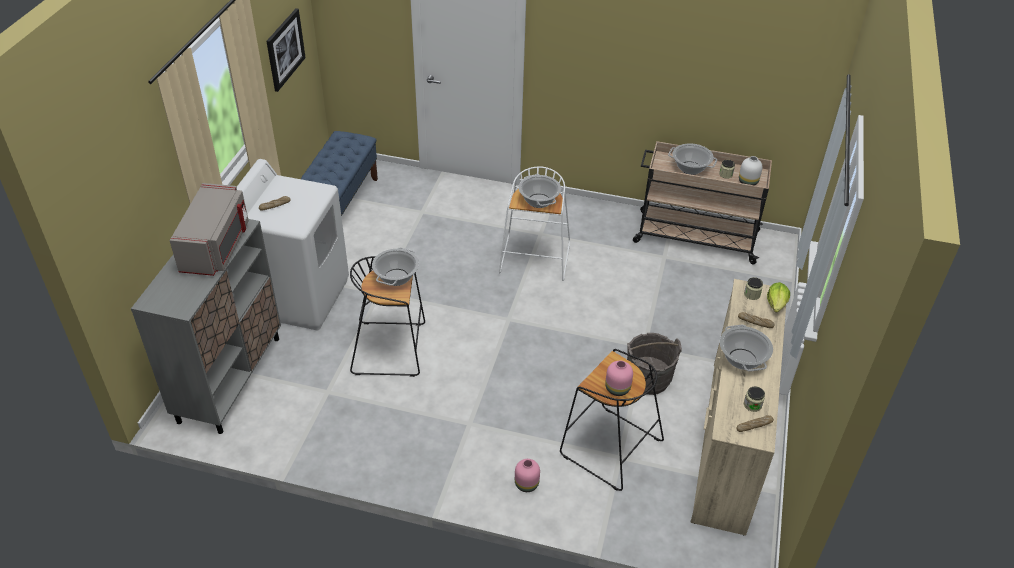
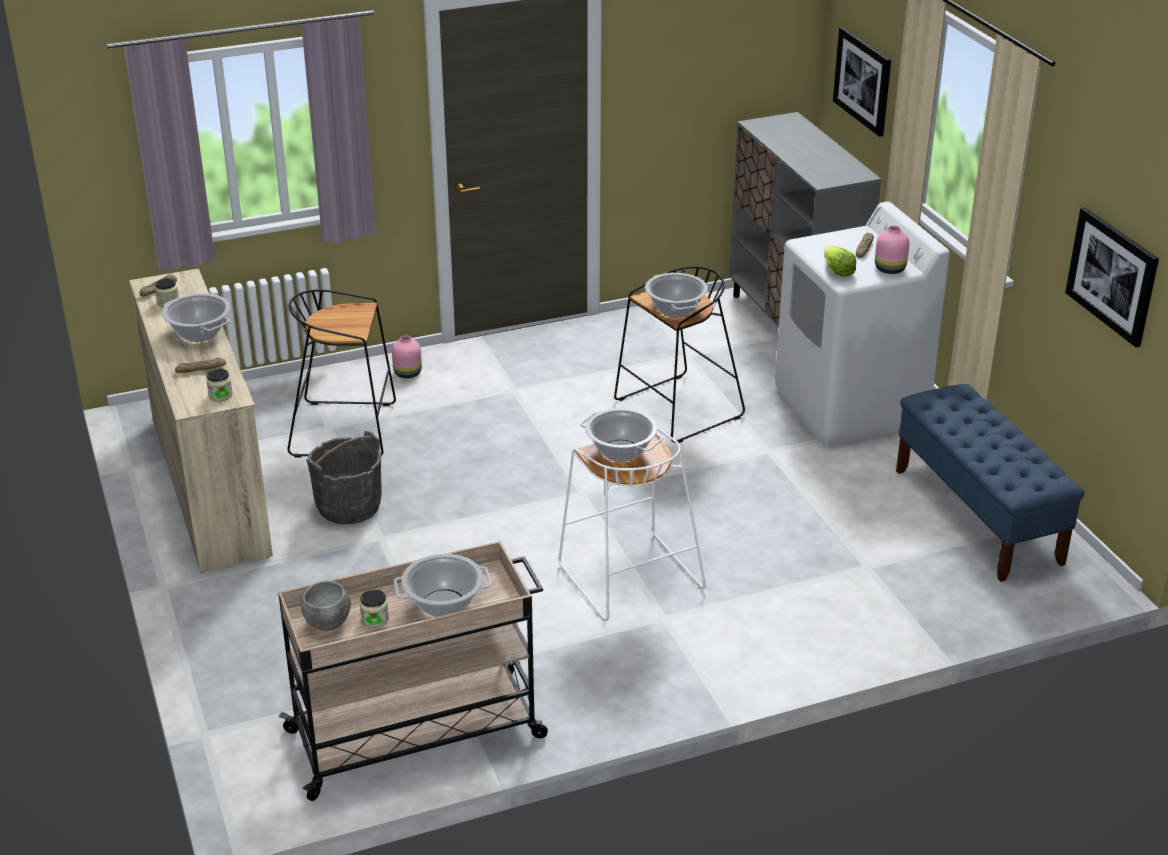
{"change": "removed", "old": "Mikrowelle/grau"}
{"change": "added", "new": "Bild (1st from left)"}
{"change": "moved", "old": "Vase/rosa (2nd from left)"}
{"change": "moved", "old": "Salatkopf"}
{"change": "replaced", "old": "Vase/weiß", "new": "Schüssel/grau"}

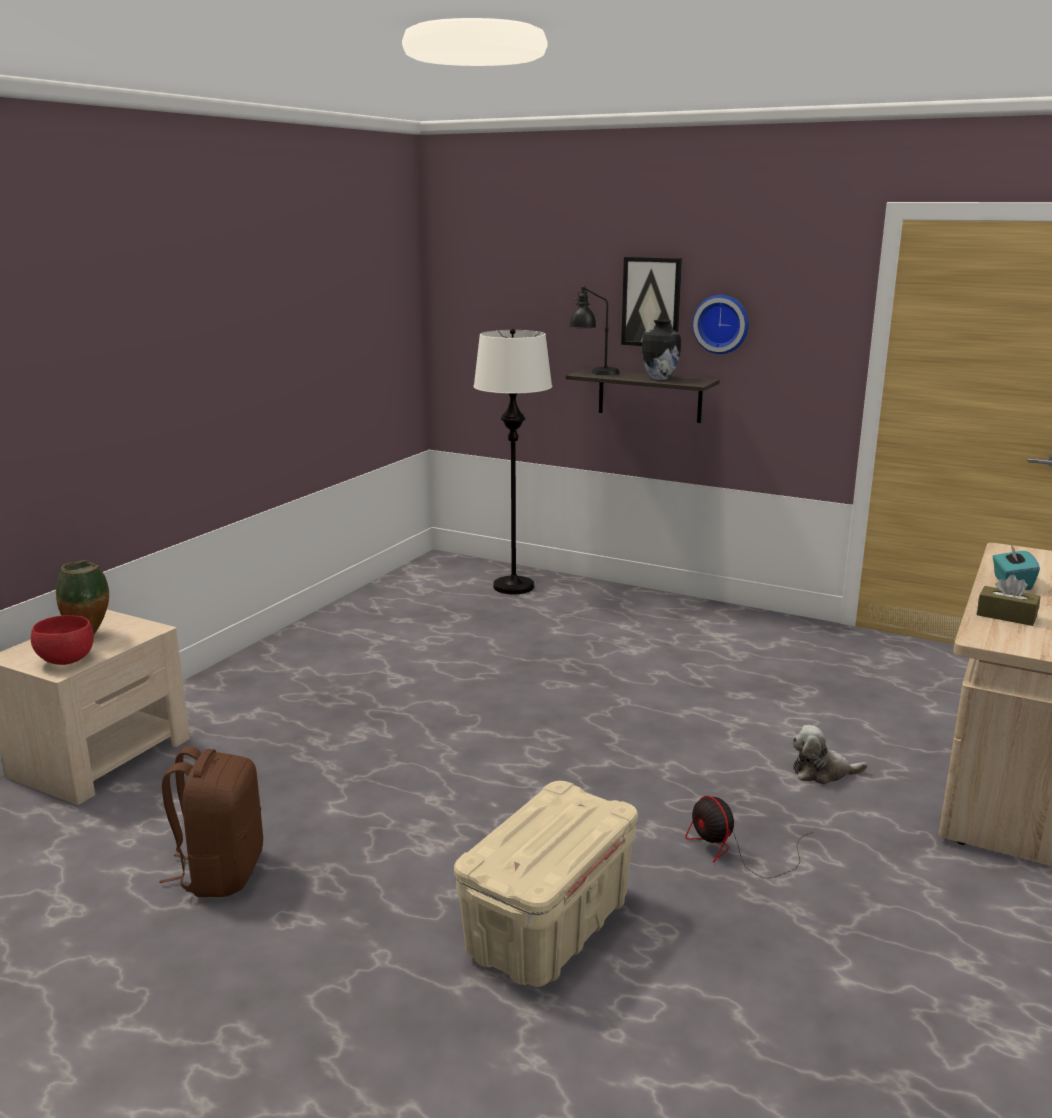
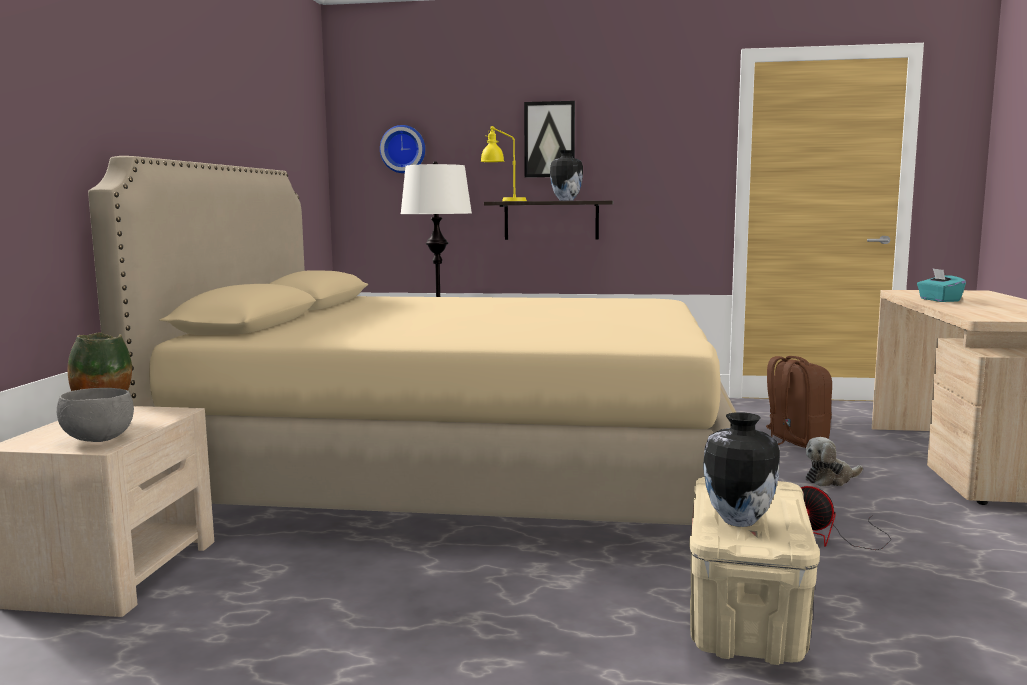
{"change": "removed", "old": "Taschentuchbox/braun"}
{"change": "added", "new": "Bett/beige"}
{"change": "added", "new": "Vase (3rd from left)"}
{"change": "moved", "old": "Rucksack/braun"}
{"change": "moved", "old": "Wanduhr"}
{"change": "recoloured", "old": "Schüssel/rot", "new": "Schüssel/grau"}
{"change": "recoloured", "old": "Tischlampe/schwarz", "new": "Tischlampe/gelb"}

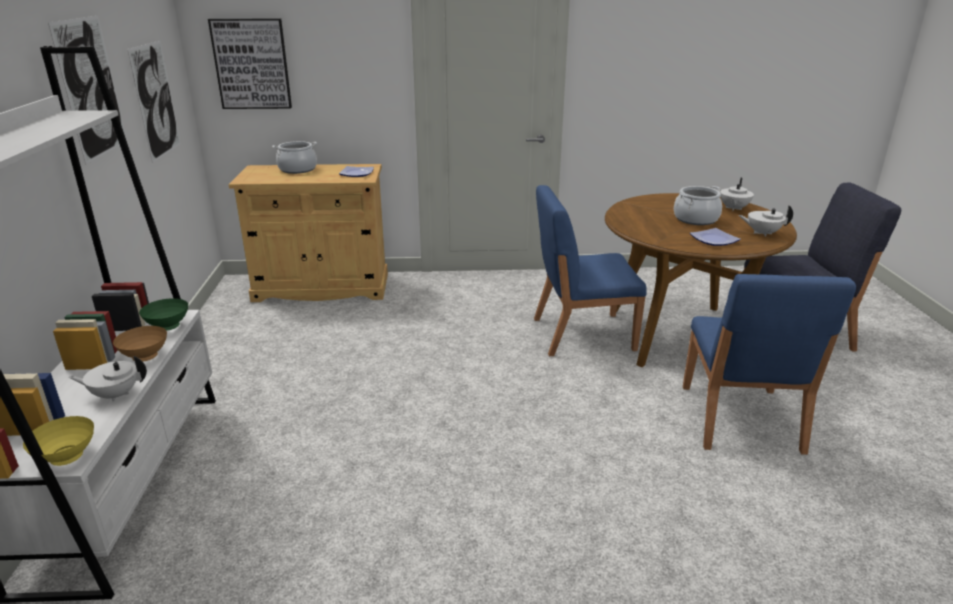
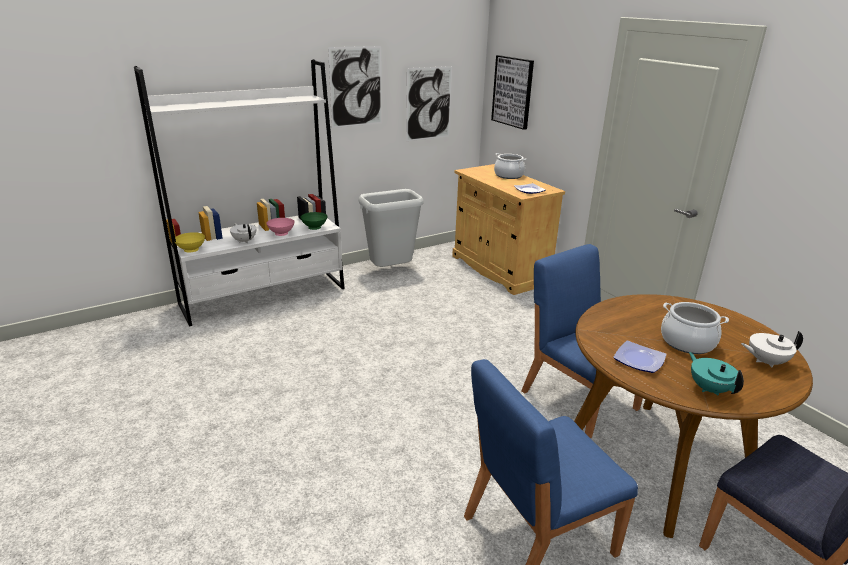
{"change": "added", "new": "Mülleimer/grau"}
{"change": "recoloured", "old": "Schüssel/braun", "new": "Schüssel/rosa"}
{"change": "recoloured", "old": "Teekanne/weiß (3rd from left)", "new": "Teekanne/türkis"}

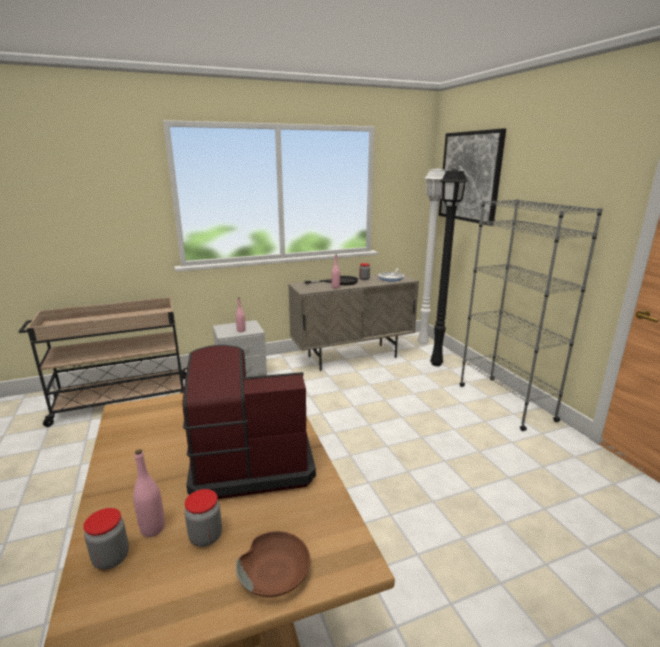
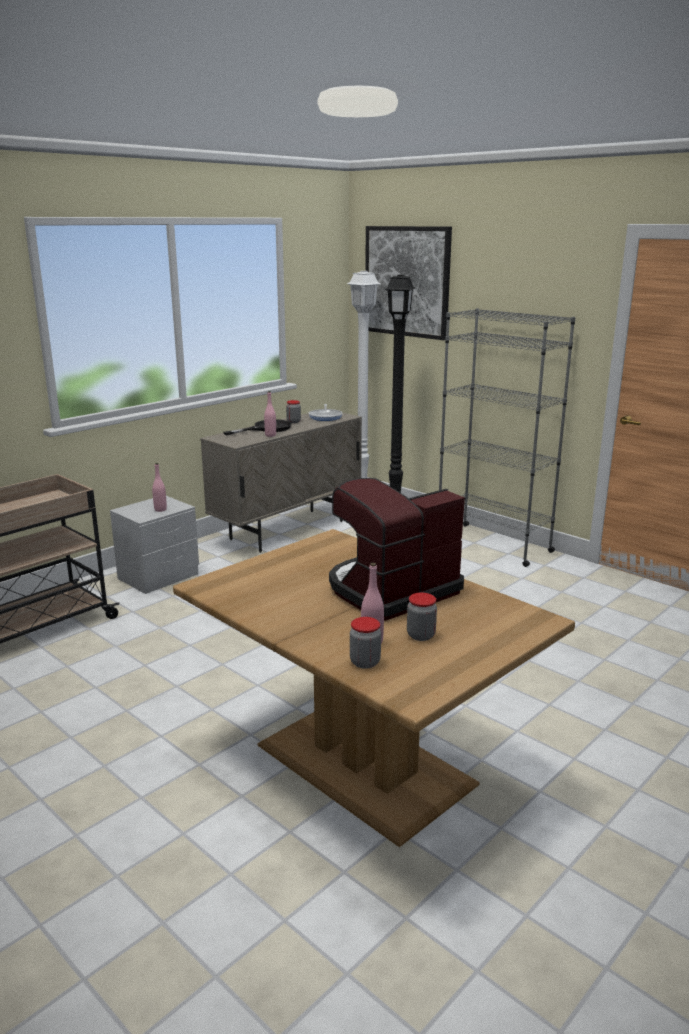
{"change": "removed", "old": "Schüssel/braun"}

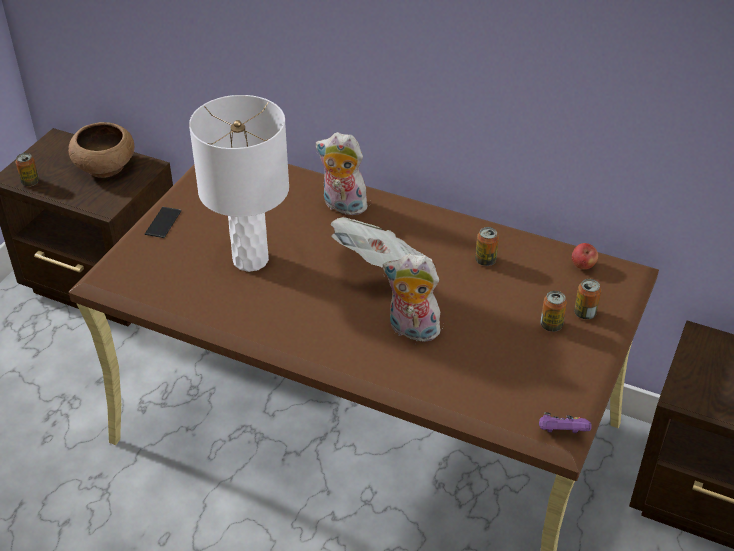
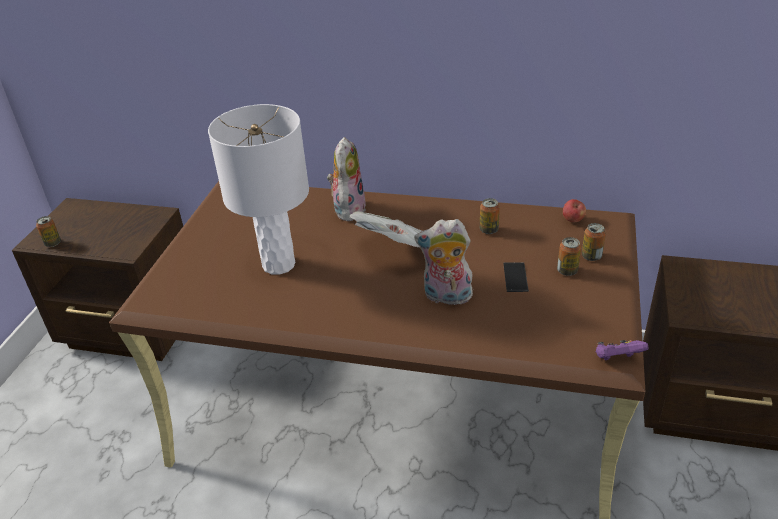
{"change": "removed", "old": "Schüssel/braun"}
{"change": "moved", "old": "Handy"}
{"change": "turned", "old": "Plüschtier (1st from left)", "degrees": 90}

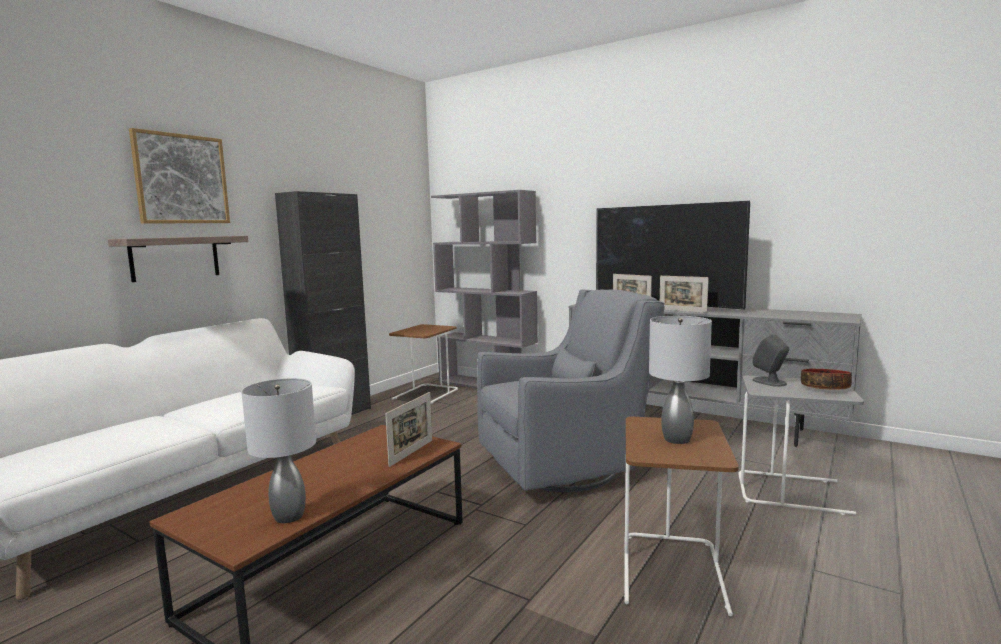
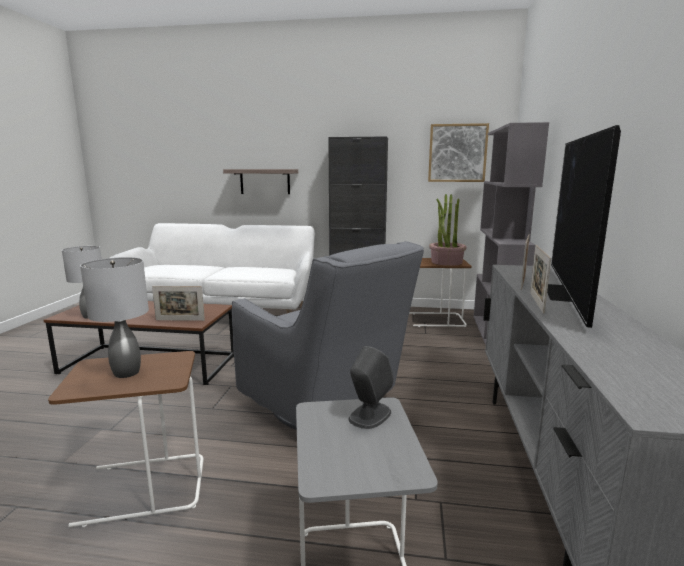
{"change": "removed", "old": "Schüssel"}
{"change": "added", "new": "Topfpflanze"}
{"change": "moved", "old": "Bild"}

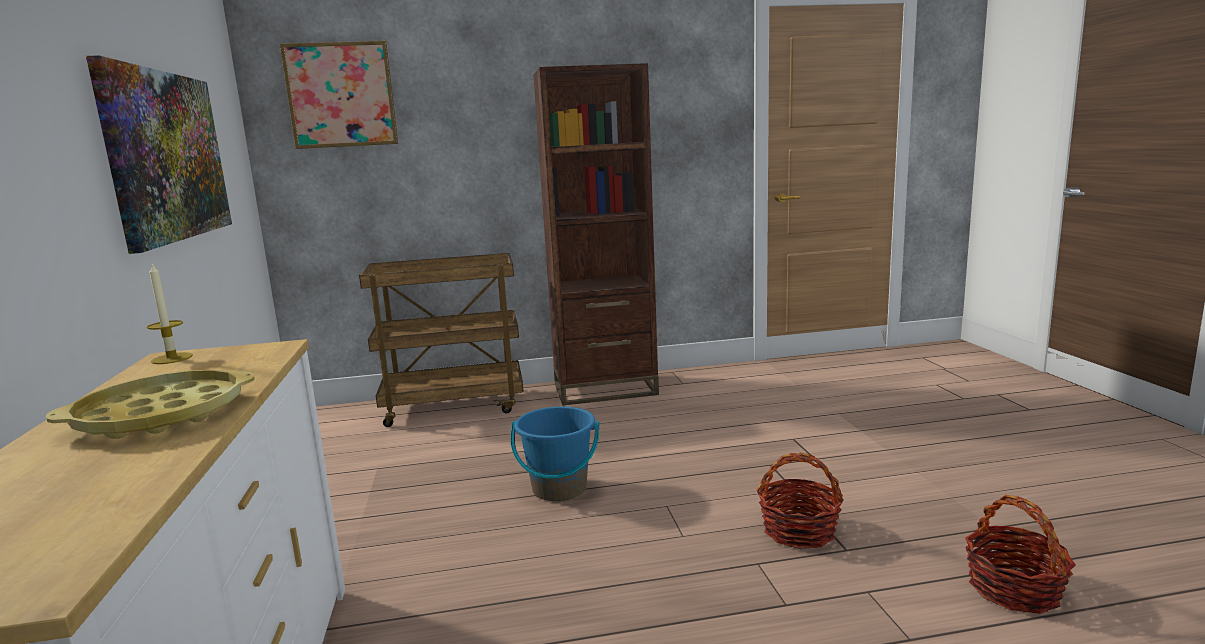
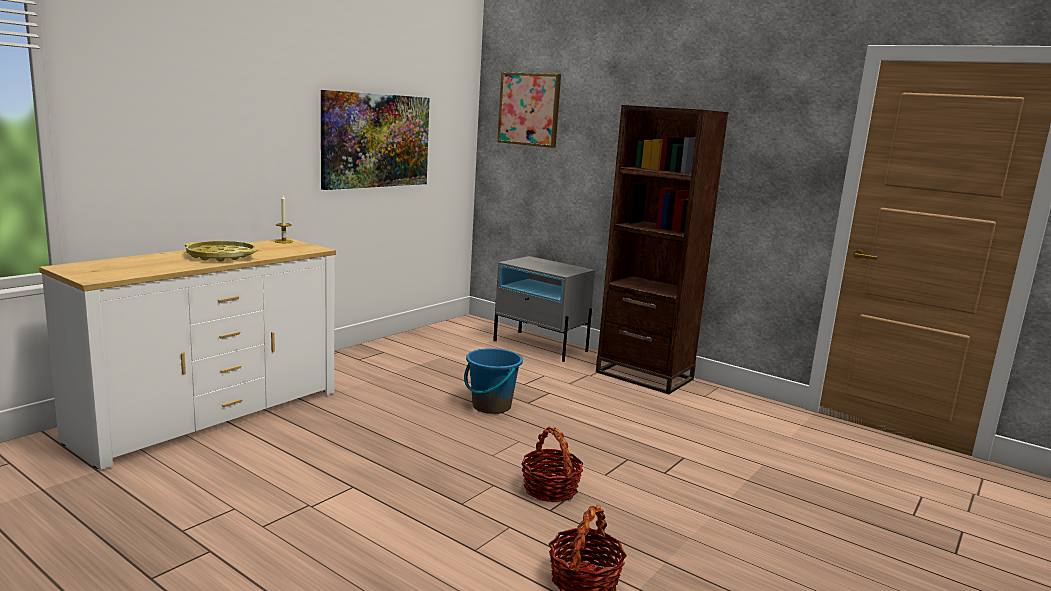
{"change": "replaced", "old": "Rollwagen/braun", "new": "Nachttisch/grau"}

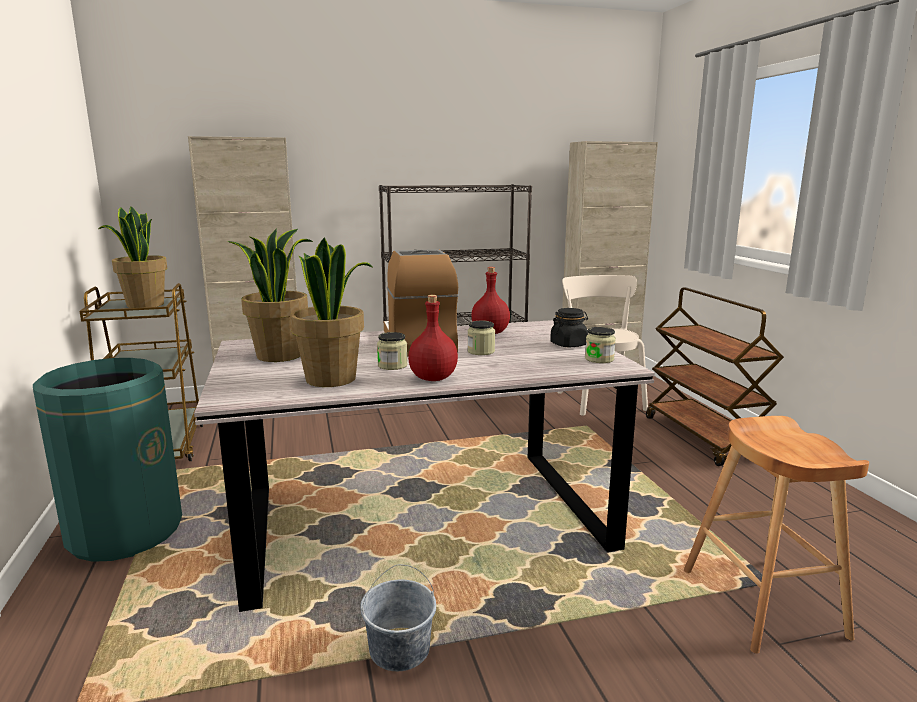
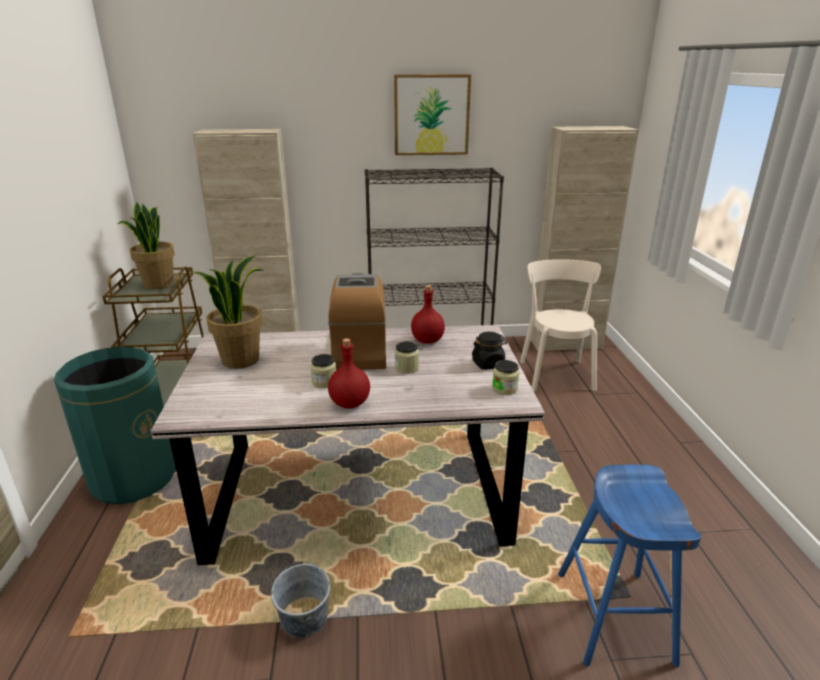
{"change": "removed", "old": "Topfpflanze (3rd from left)"}
{"change": "removed", "old": "Rollwagen/braun (2nd from left)"}
{"change": "added", "new": "Bild"}
{"change": "recoloured", "old": "Hocker/braun", "new": "Hocker/blau"}

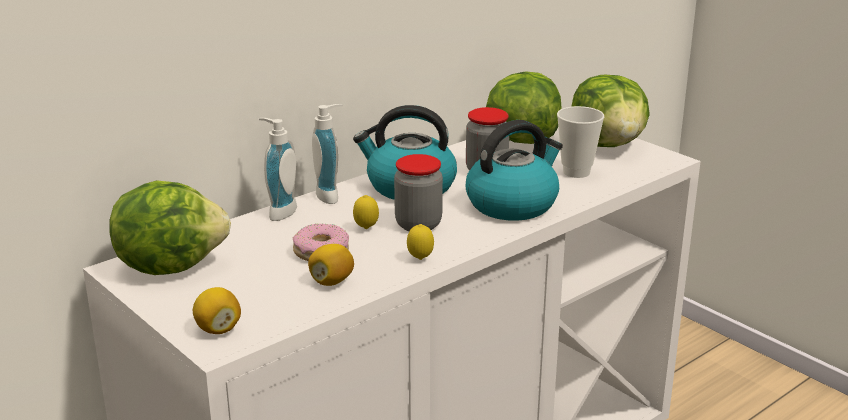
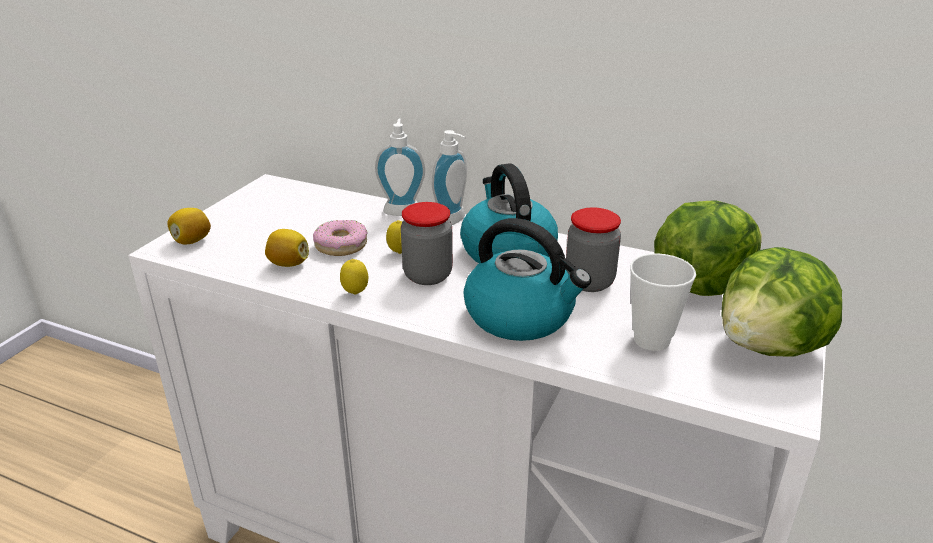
{"change": "removed", "old": "Salatkopf (1st from left)"}

